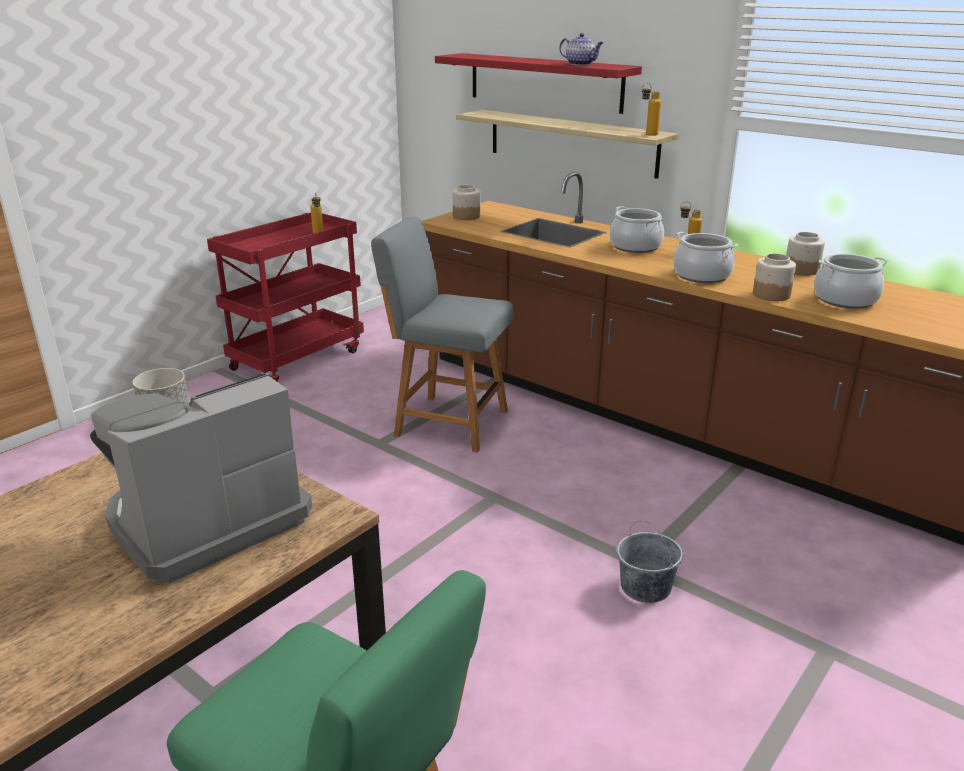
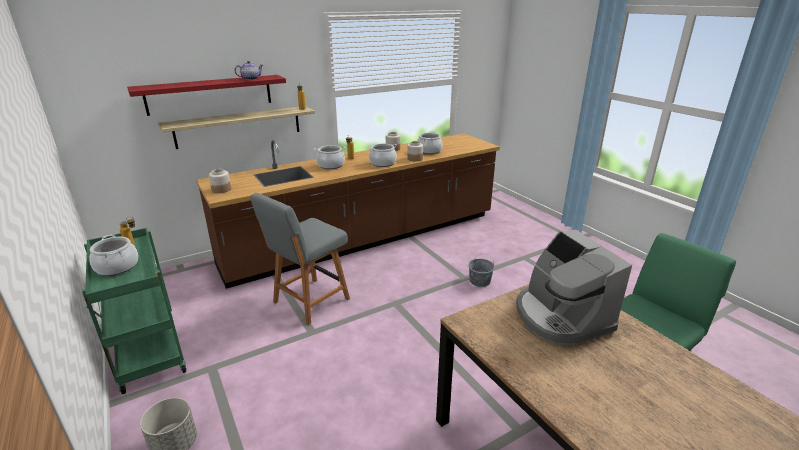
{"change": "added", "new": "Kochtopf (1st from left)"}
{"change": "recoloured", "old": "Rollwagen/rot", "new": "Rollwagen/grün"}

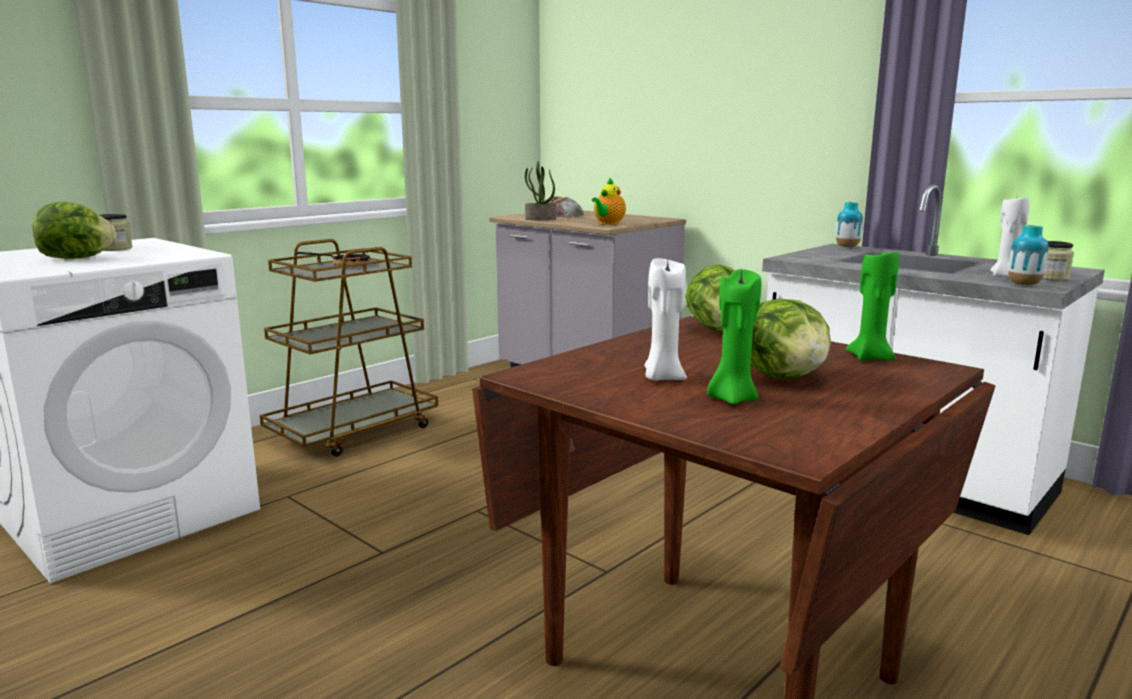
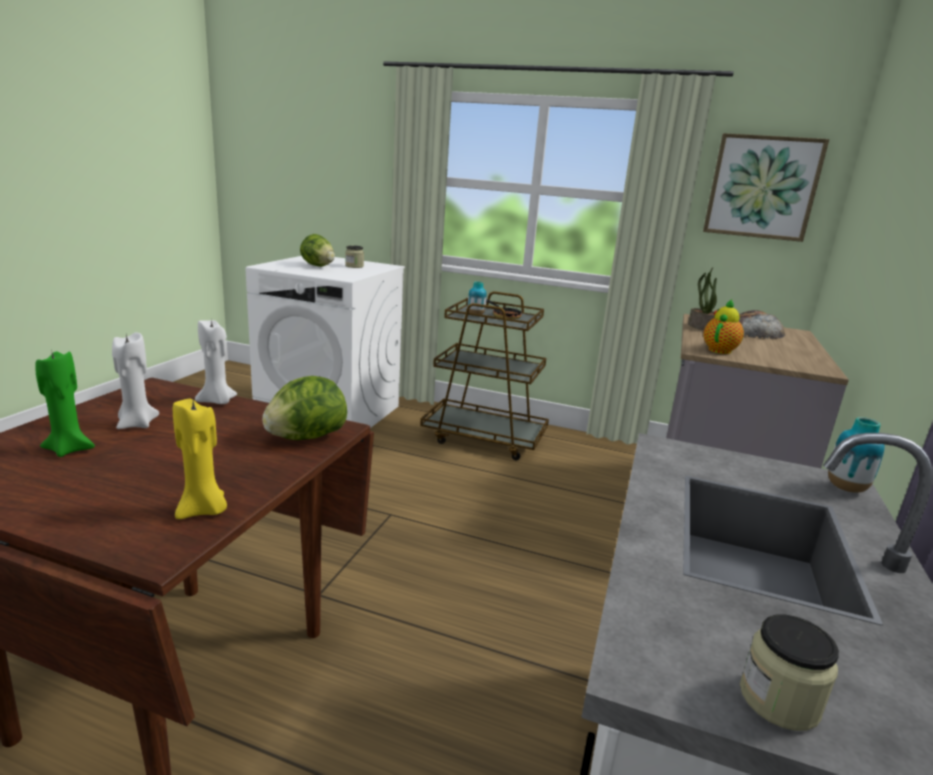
{"change": "removed", "old": "Salatkopf (3rd from left)"}
{"change": "added", "new": "Bild"}
{"change": "moved", "old": "Kerze/weiß (2nd from left)"}
{"change": "moved", "old": "Vase (2nd from left in the first image)", "new": "Vase (1st from left)"}
{"change": "recoloured", "old": "Kerze/grün (2nd from left)", "new": "Kerze/gelb"}
{"change": "turned", "old": "Teekanne", "degrees": 120}

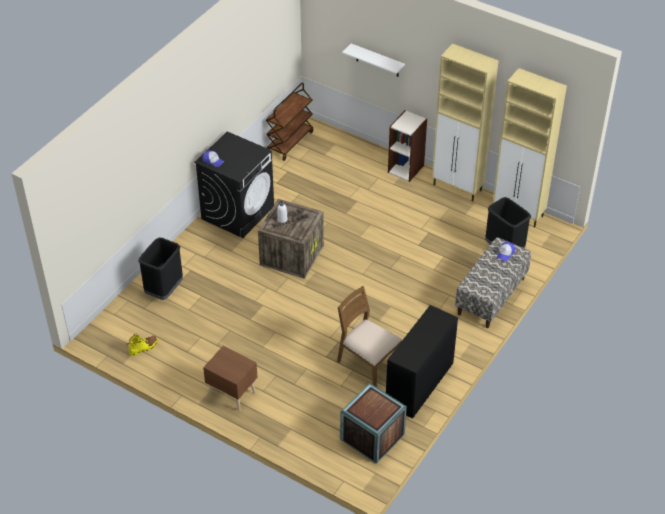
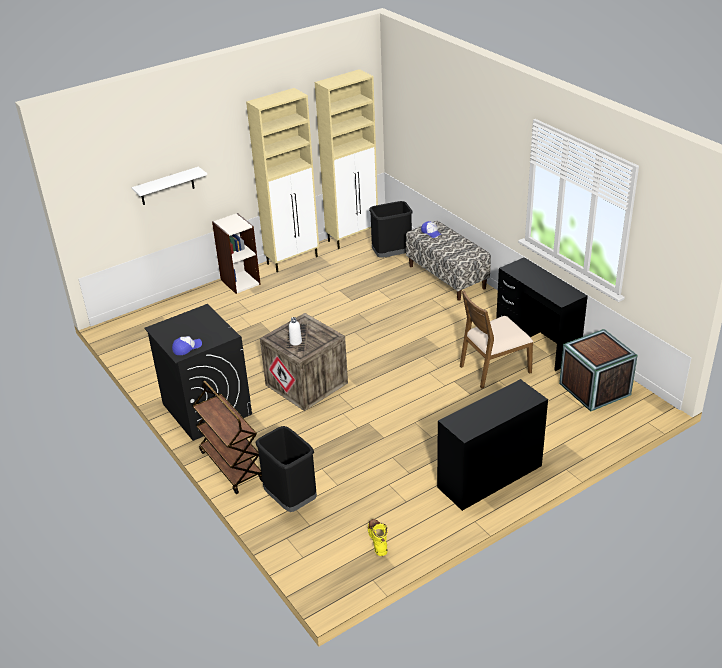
{"change": "moved", "old": "Rollwagen/braun"}
{"change": "replaced", "old": "Nachttisch/braun", "new": "Schreibtisch/schwarz (1st from left)"}

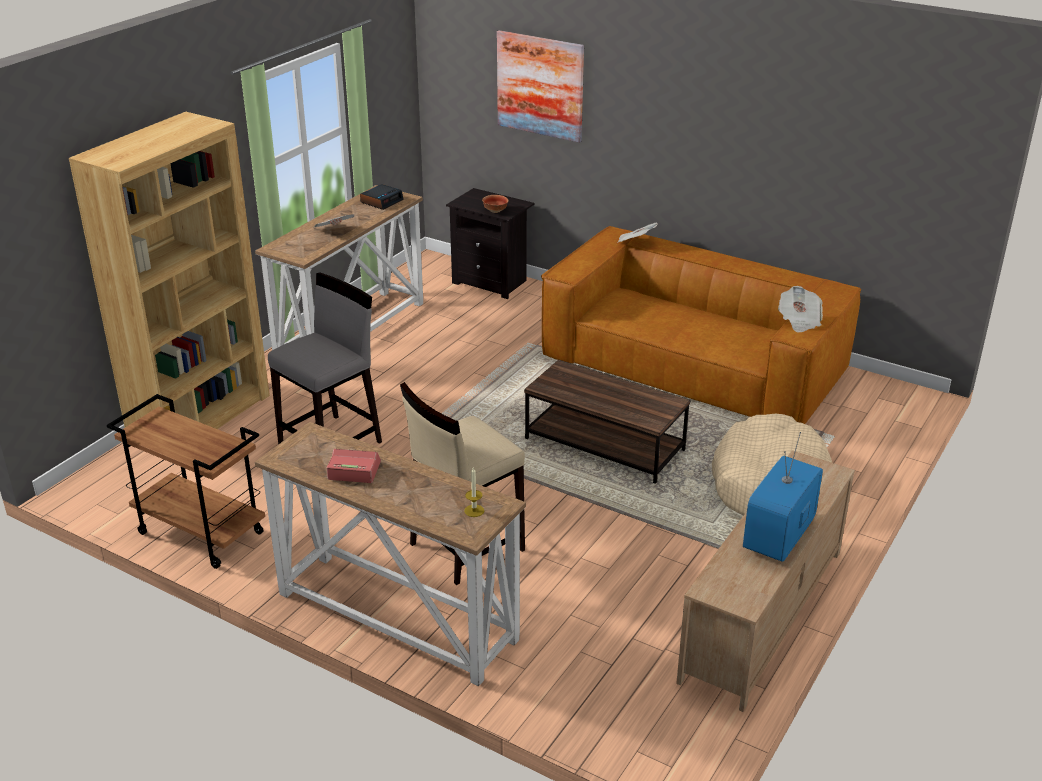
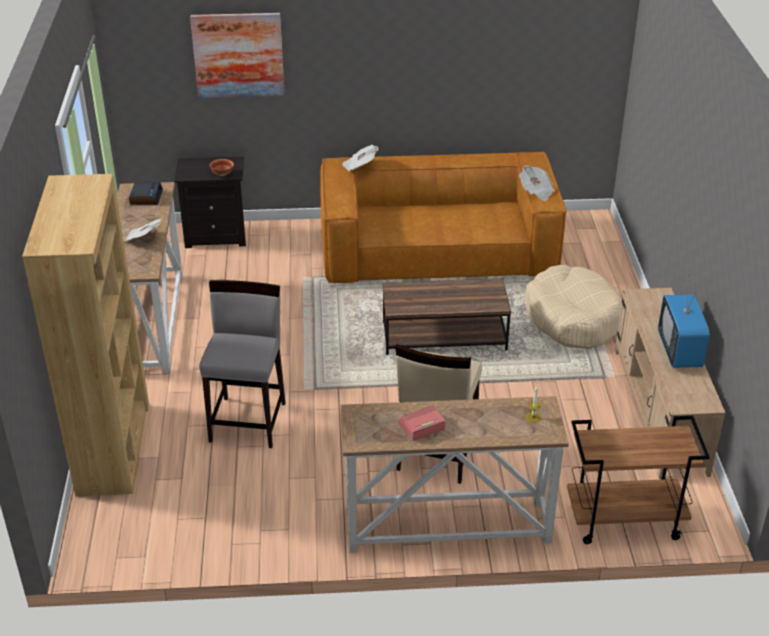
{"change": "moved", "old": "Rollwagen/braun"}

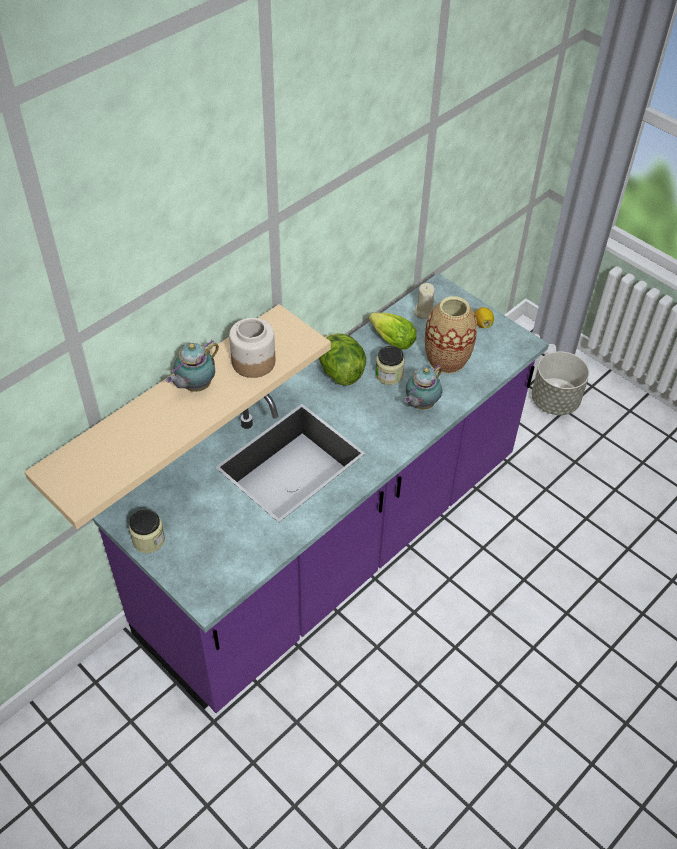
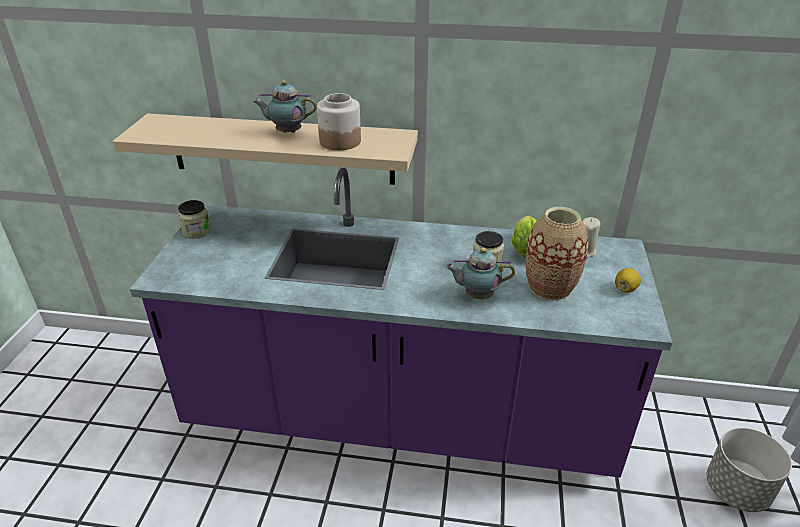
{"change": "removed", "old": "Salatkopf (1st from left)"}

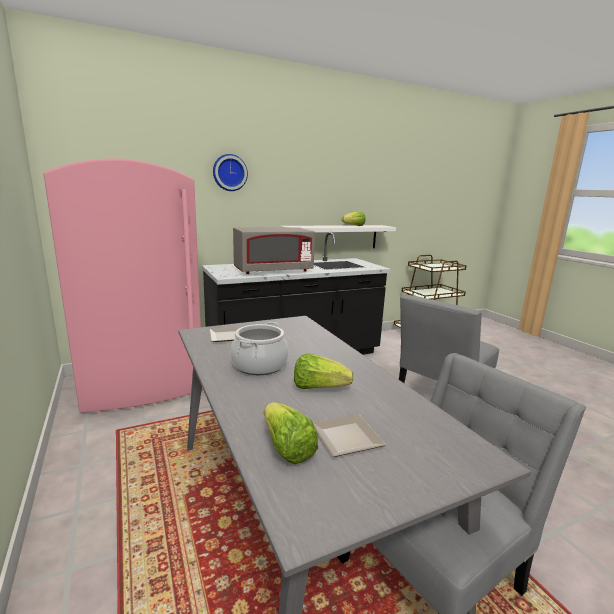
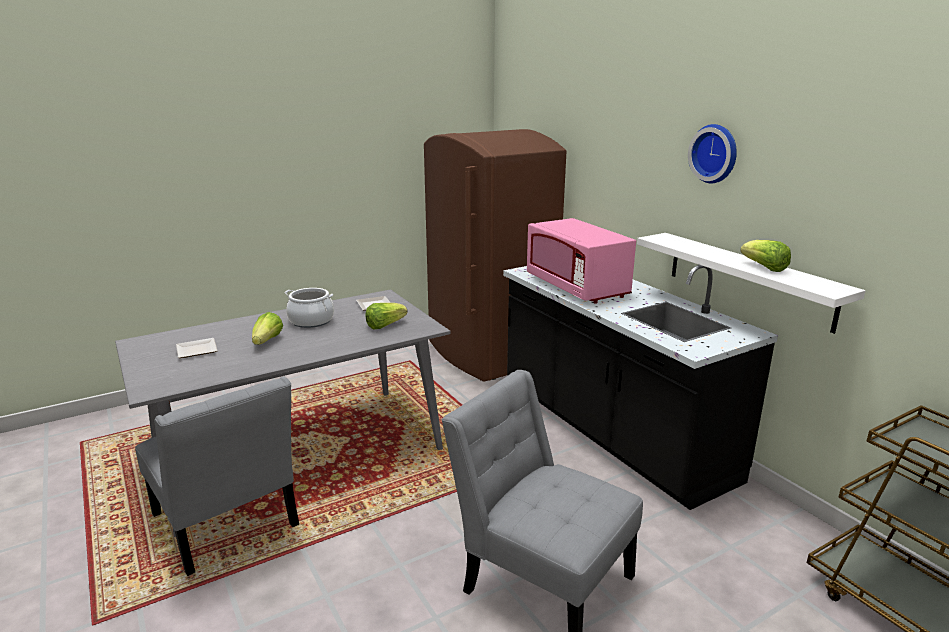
{"change": "moved", "old": "Wanduhr"}
{"change": "moved", "old": "Salatkopf (1st from left in the first image)", "new": "Salatkopf (2nd from left)"}
{"change": "recoloured", "old": "Kühlschrank/rosa", "new": "Kühlschrank/braun"}
{"change": "recoloured", "old": "Mikrowelle/grau", "new": "Mikrowelle/rosa"}

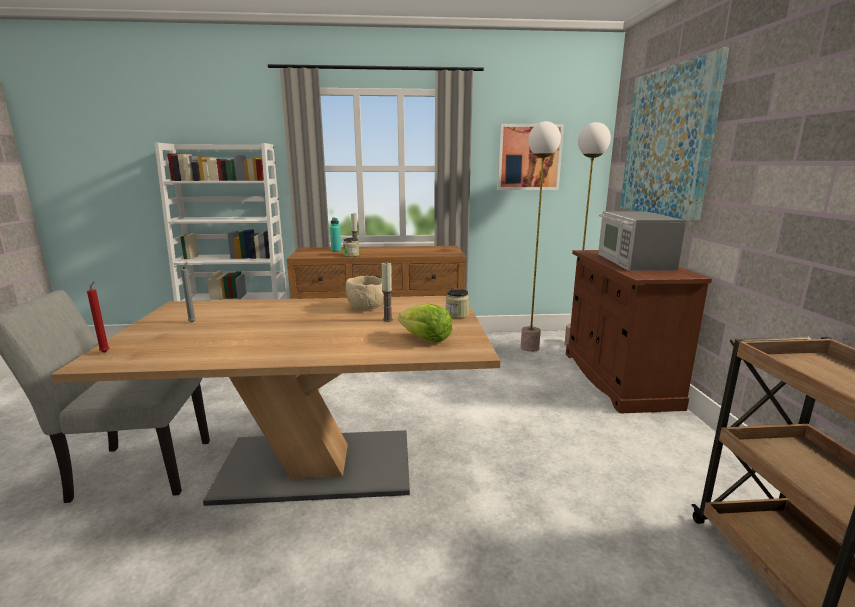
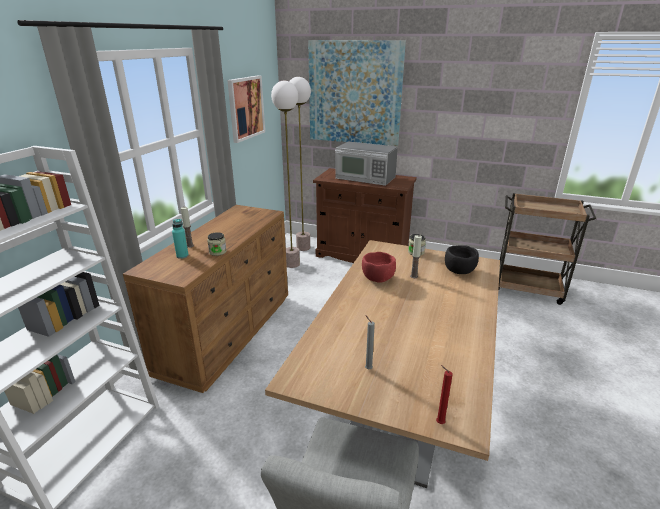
{"change": "replaced", "old": "Salatkopf", "new": "Schüssel/schwarz"}
{"change": "recoloured", "old": "Schüssel/beige", "new": "Schüssel/rot"}

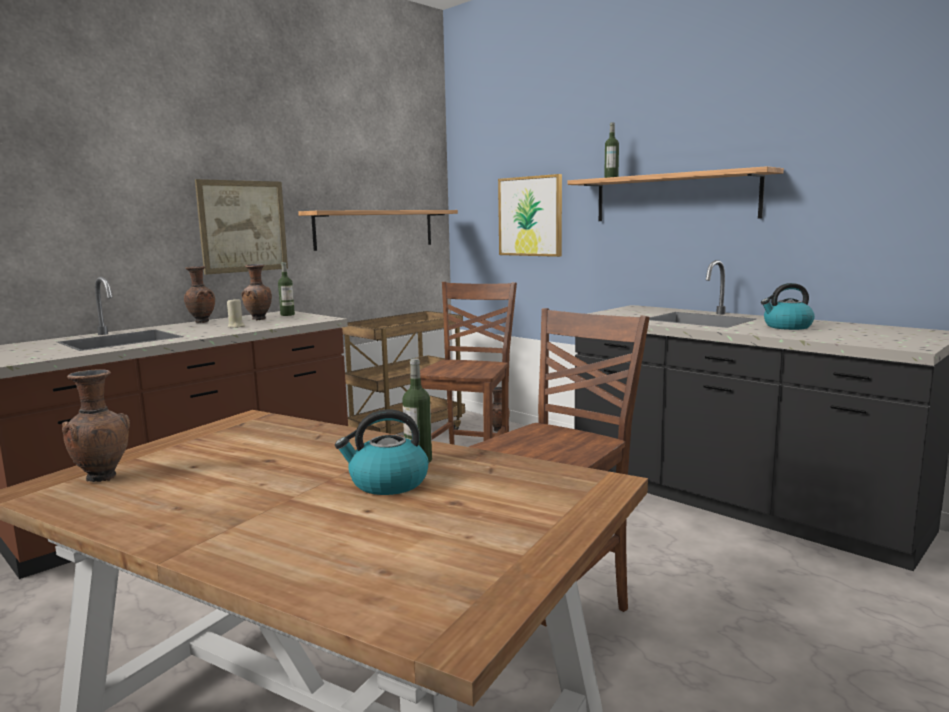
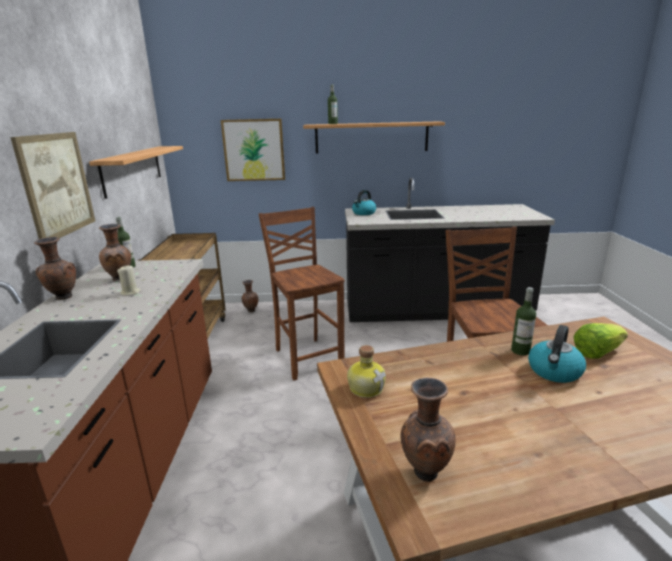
{"change": "added", "new": "Flasche (3rd from left)"}
{"change": "added", "new": "Salatkopf"}
{"change": "moved", "old": "Wasserkessel (2nd from left in the first image)", "new": "Wasserkessel (1st from left)"}

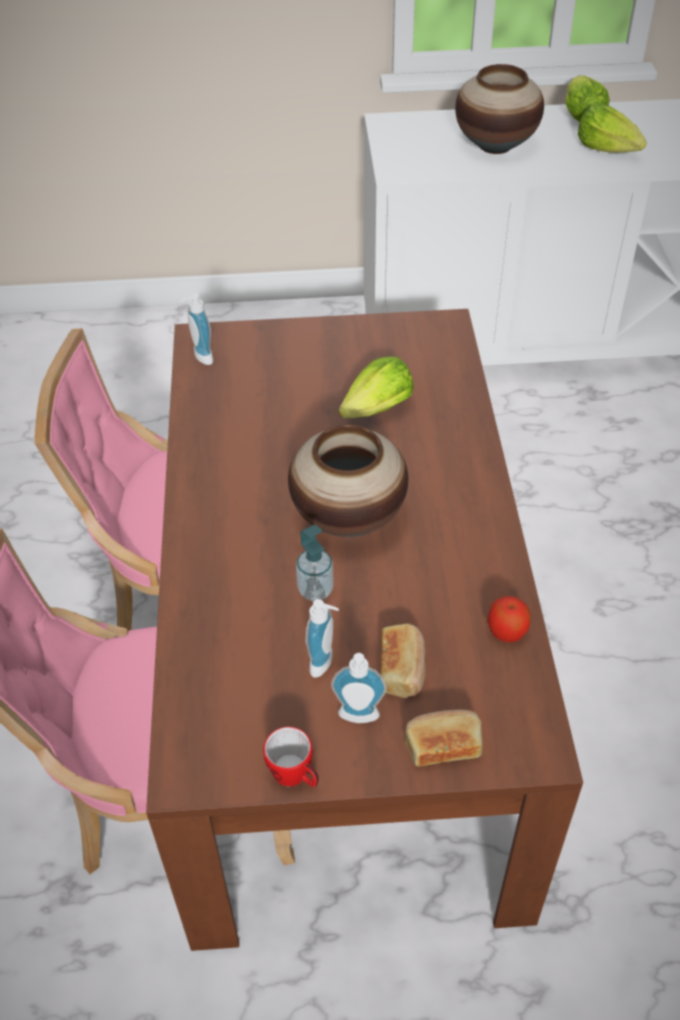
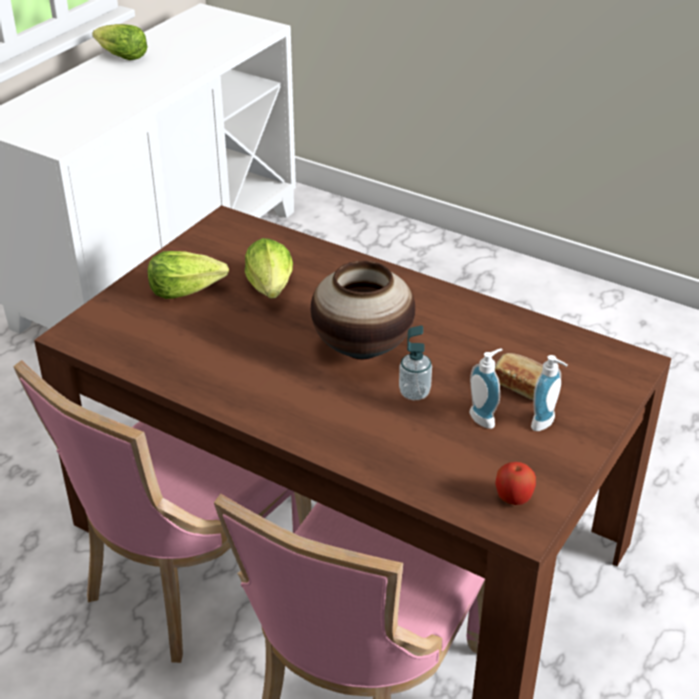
{"change": "removed", "old": "Seifenspender (1st from left)"}
{"change": "removed", "old": "Henkelbecher"}
{"change": "removed", "old": "Brot (2nd from left)"}
{"change": "removed", "old": "Vase (2nd from left)"}
{"change": "moved", "old": "Apfel"}
{"change": "moved", "old": "Salatkopf (3rd from left in the first image)", "new": "Salatkopf (2nd from left)"}

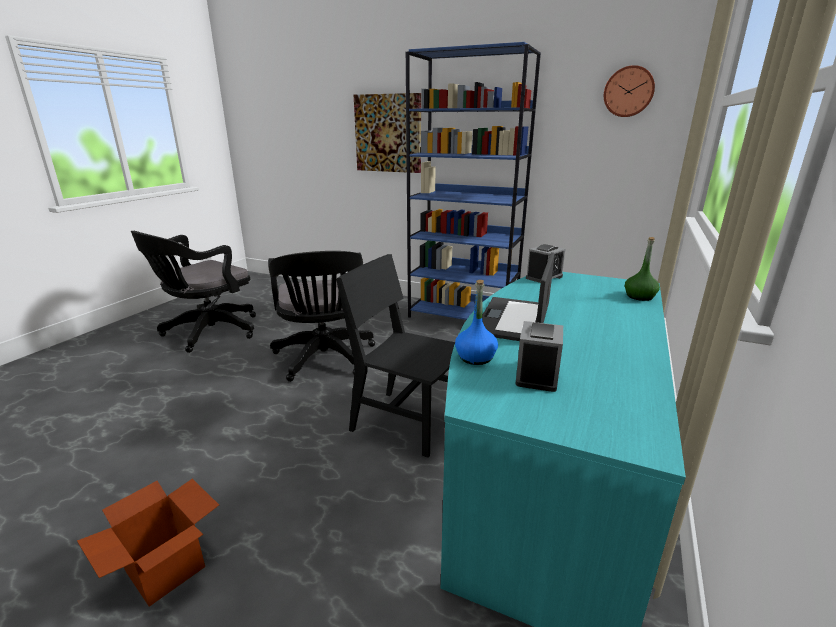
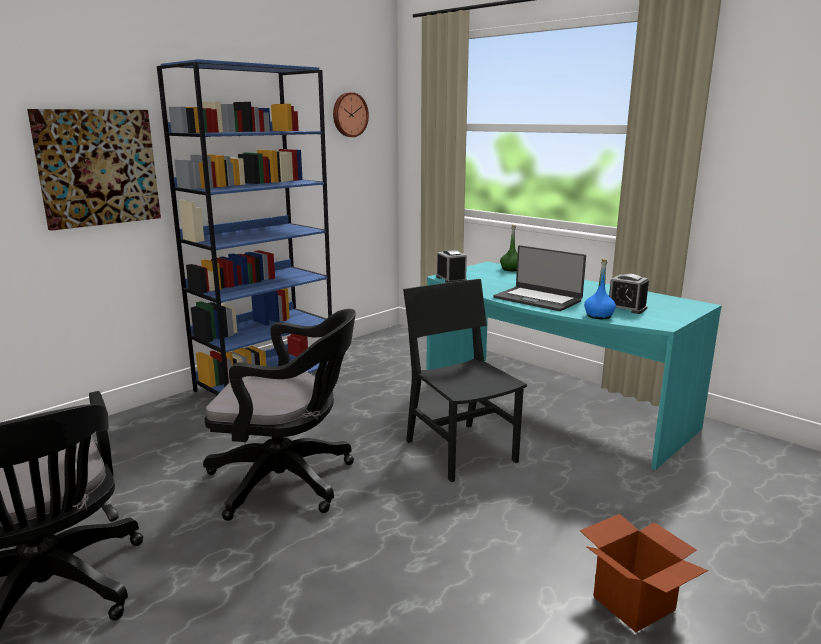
{"change": "turned", "old": "Stuhl/schwarz", "degrees": 105}

